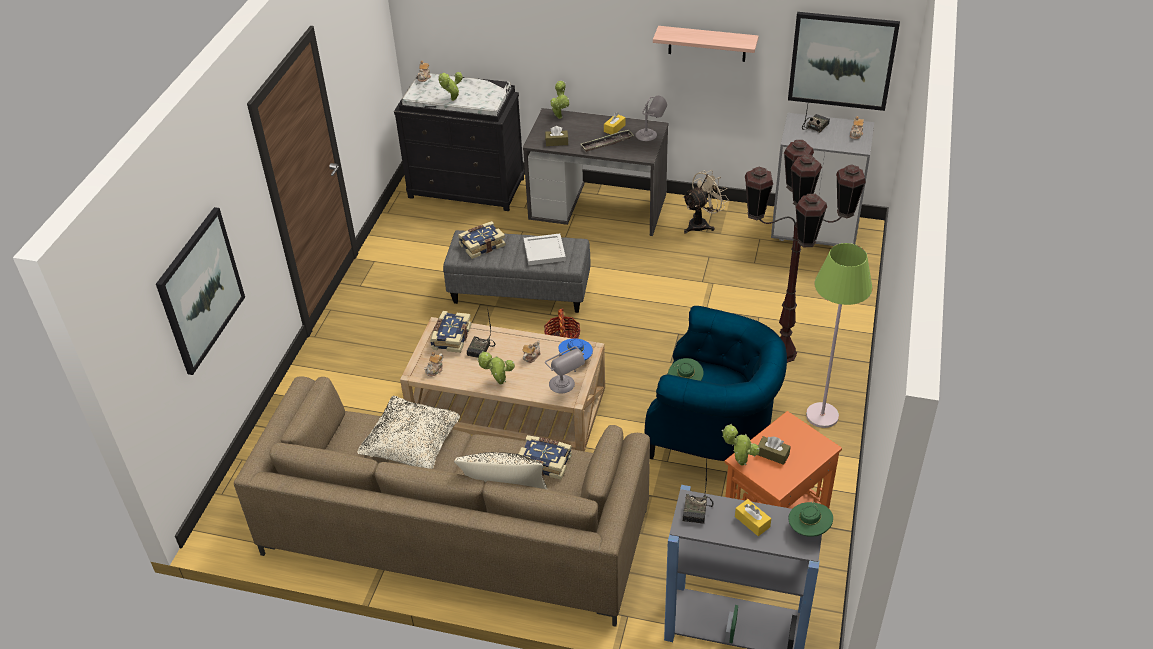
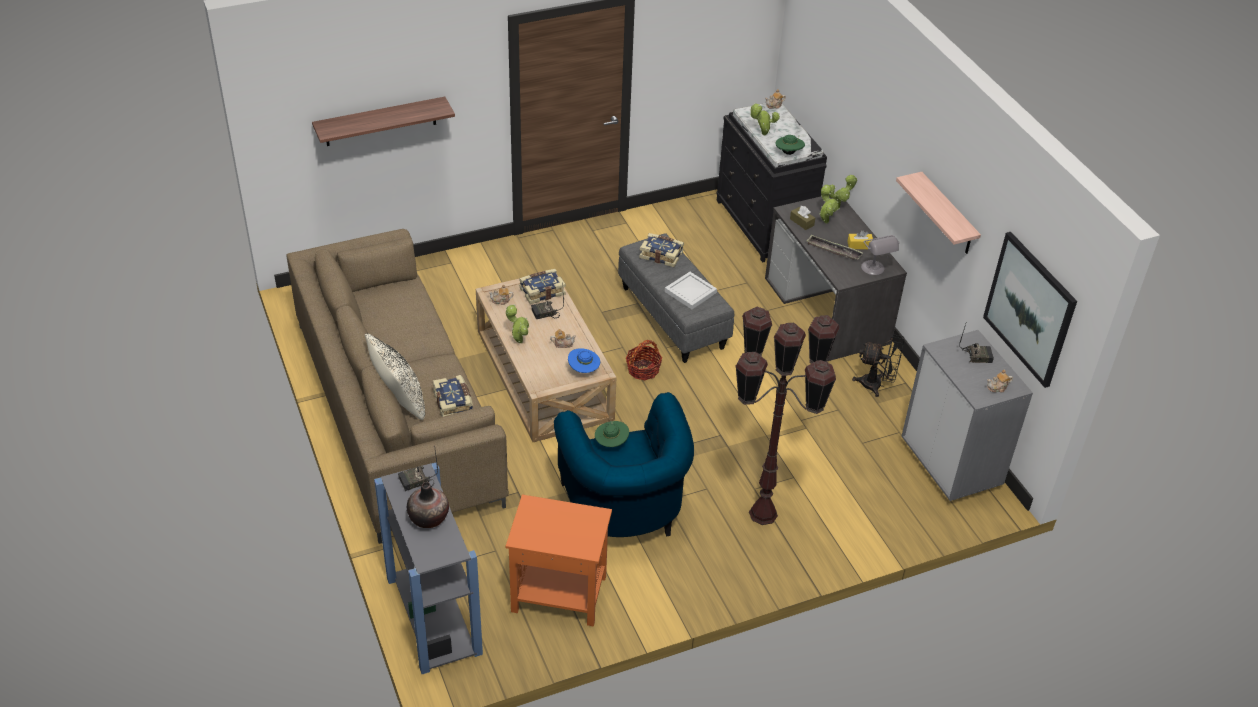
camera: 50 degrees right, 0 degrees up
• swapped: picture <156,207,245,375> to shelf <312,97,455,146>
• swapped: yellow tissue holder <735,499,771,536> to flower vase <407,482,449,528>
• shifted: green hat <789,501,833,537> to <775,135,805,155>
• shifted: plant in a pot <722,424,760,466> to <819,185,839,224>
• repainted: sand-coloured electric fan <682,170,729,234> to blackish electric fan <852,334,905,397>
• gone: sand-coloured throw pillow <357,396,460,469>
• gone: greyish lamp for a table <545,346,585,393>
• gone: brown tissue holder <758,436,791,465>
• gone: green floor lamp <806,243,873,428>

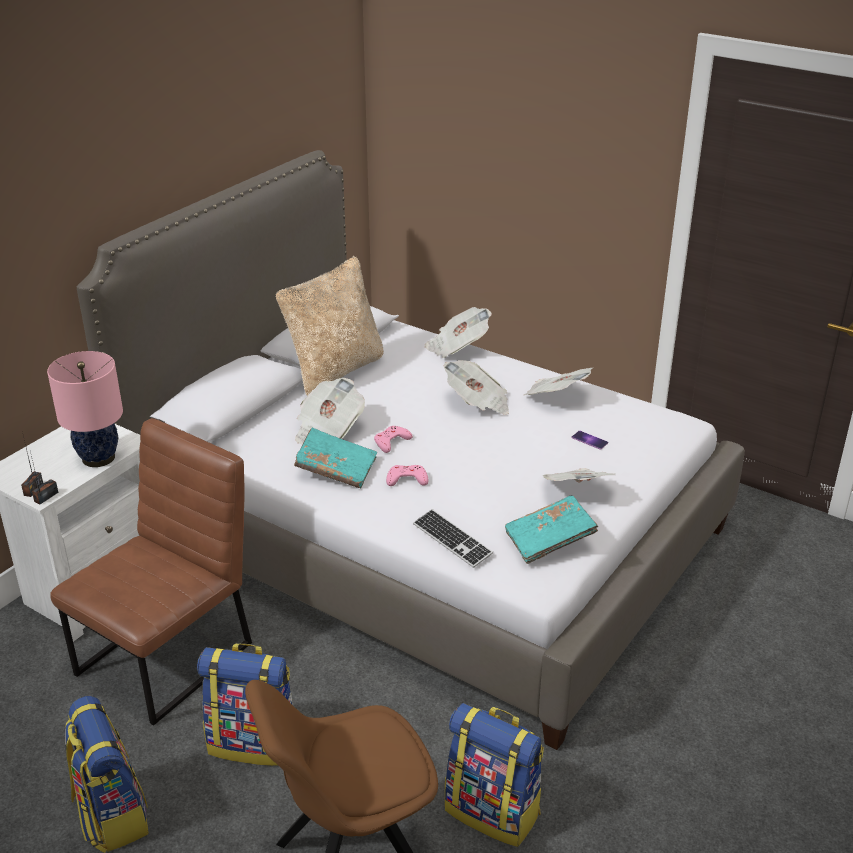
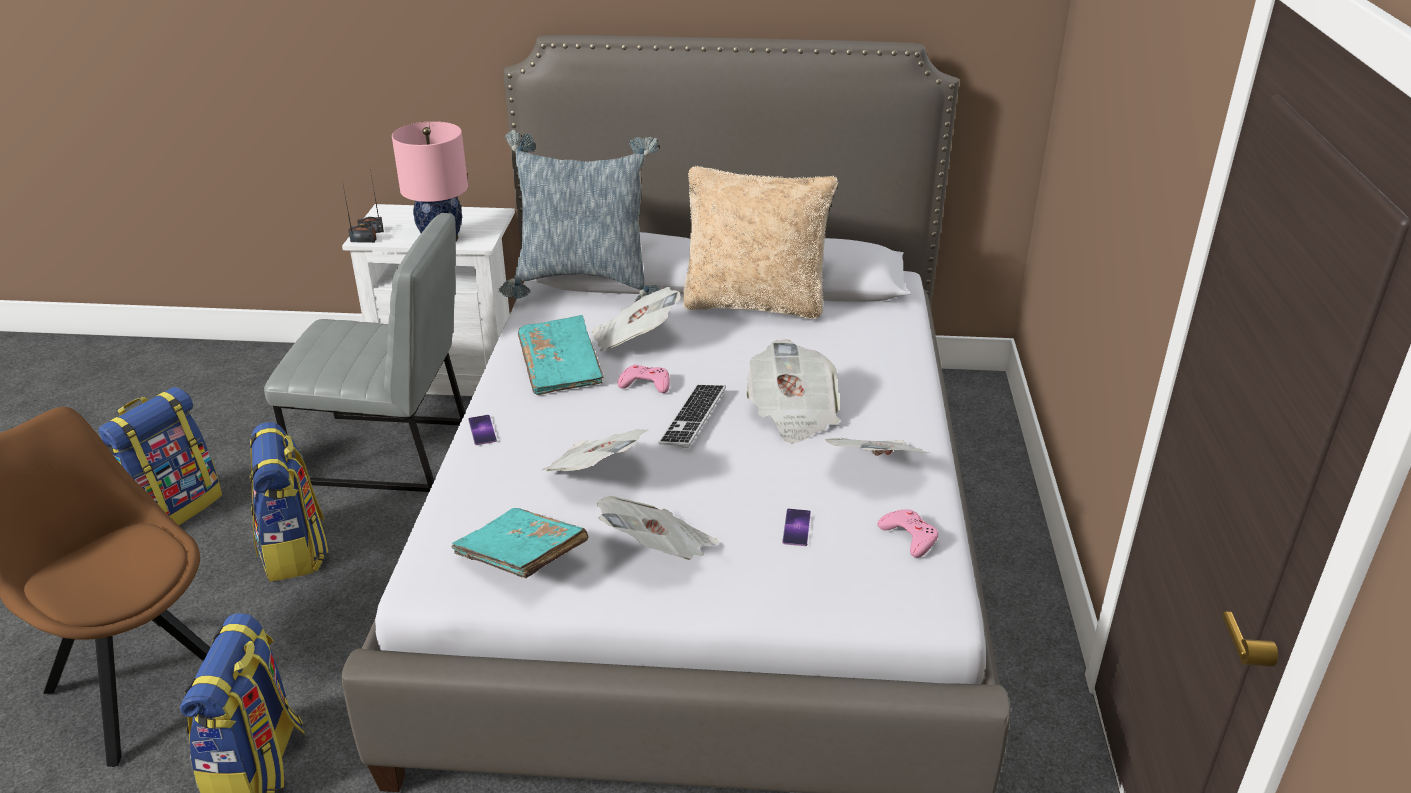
camera: 60 degrees right, 0 degrees up
• repainted: brown upright chair <50,418,252,726> to greyish upright chair <264,213,465,492>
• new: phone <468,415,497,445>
• new: throw pillow <499,130,660,302>
• shifted: printed paper <425,307,492,358> to <542,429,649,471>
• shifted: computer keyboard <413,509,493,568> to <658,385,726,448>
• shifted: pinkish joypad <386,465,428,486> to <878,509,939,558>

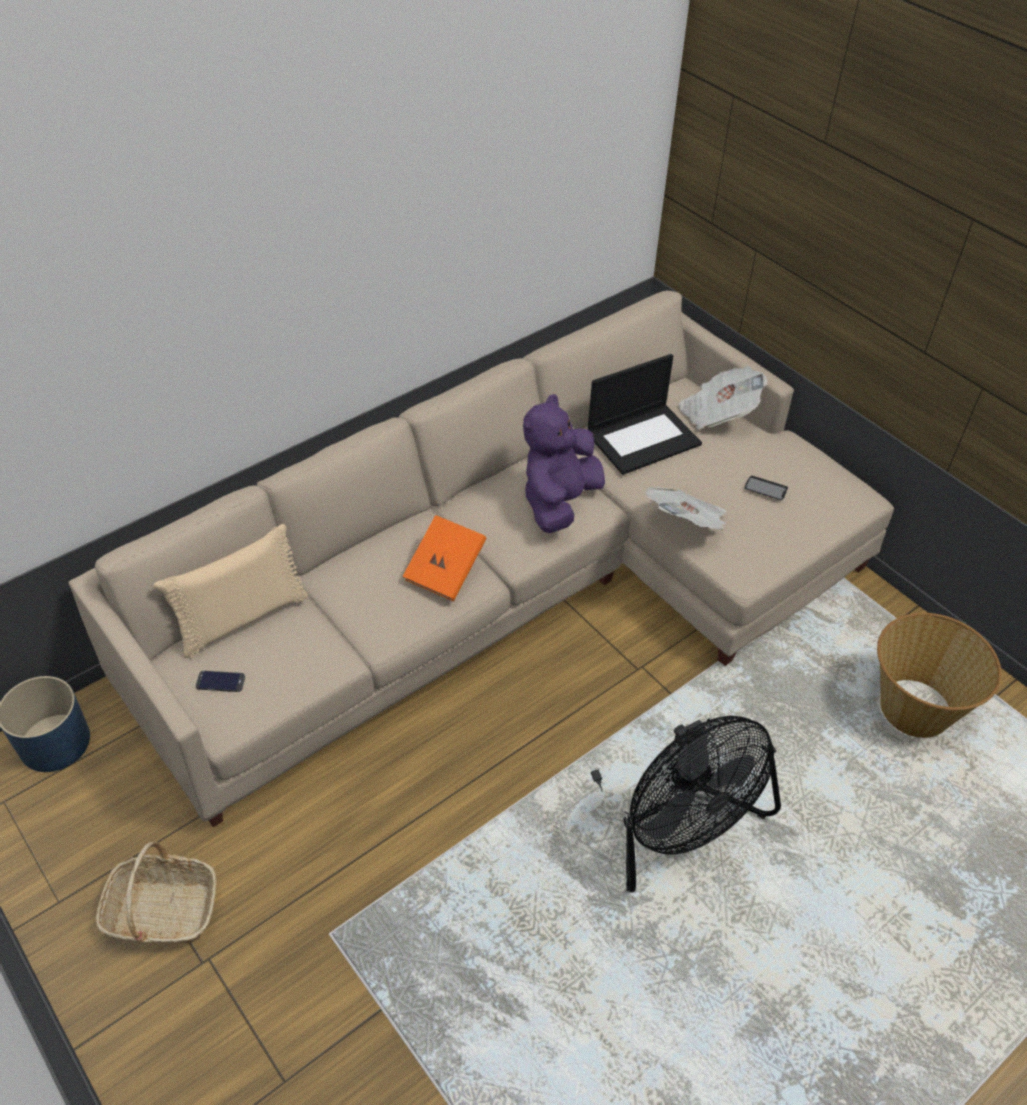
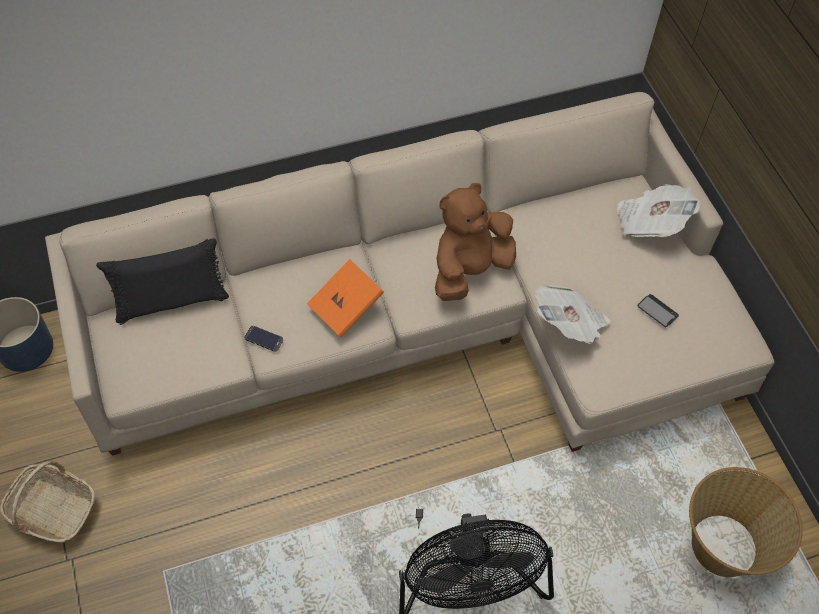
camera: 20 degrees right, 10 degrees up
• repainted: sand-coloured throw pillow <153,524,308,659> to blackish throw pillow <96,238,229,325>
• shifted: phone <196,671,245,692> to <244,326,283,351>
• repainted: purplish cuddly toy <523,394,605,533> to brown cuddly toy <435,183,516,301>
• gone: portable computer <588,354,702,475>

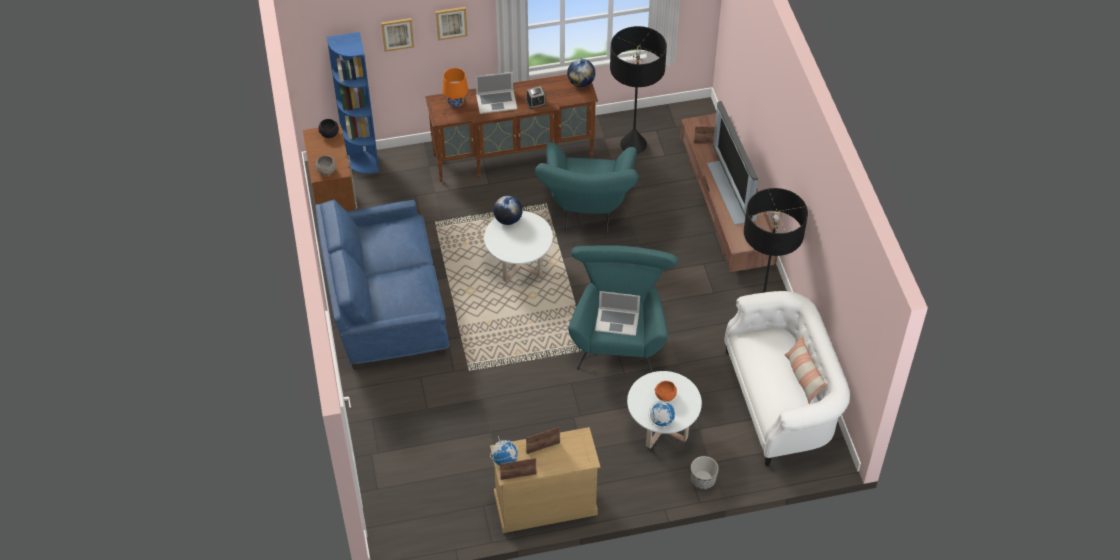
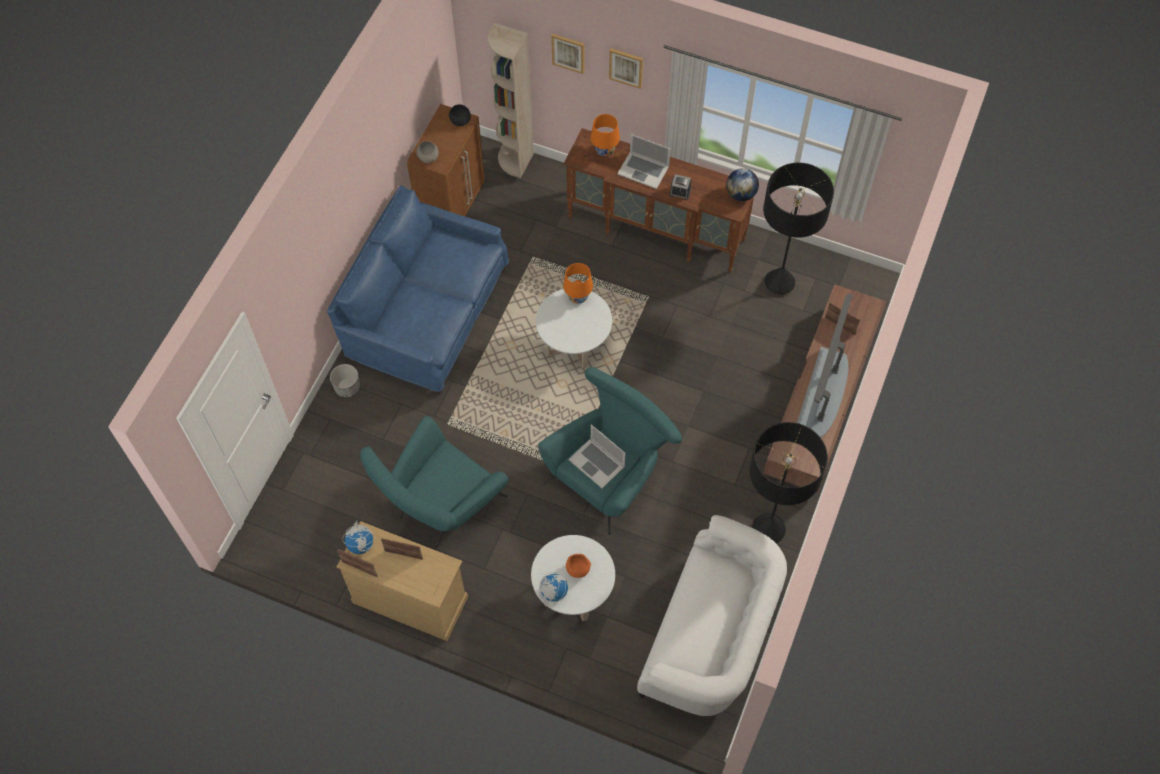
camera: 35 degrees right, 10 degrees up
• shifted: plant pot <691,456,719,490> to <330,364,360,398>
• shifted: blue-green easy chair <535,142,638,235> to <360,416,508,548>
• repainted: blue-coloured bookshelf <327,32,379,174> to sand-coloured bookshelf <488,23,534,178>
• swapped: desk globe <493,196,523,225> to orangey lamp for a table <563,263,593,304>
• gone: throw pillow <784,335,827,404>

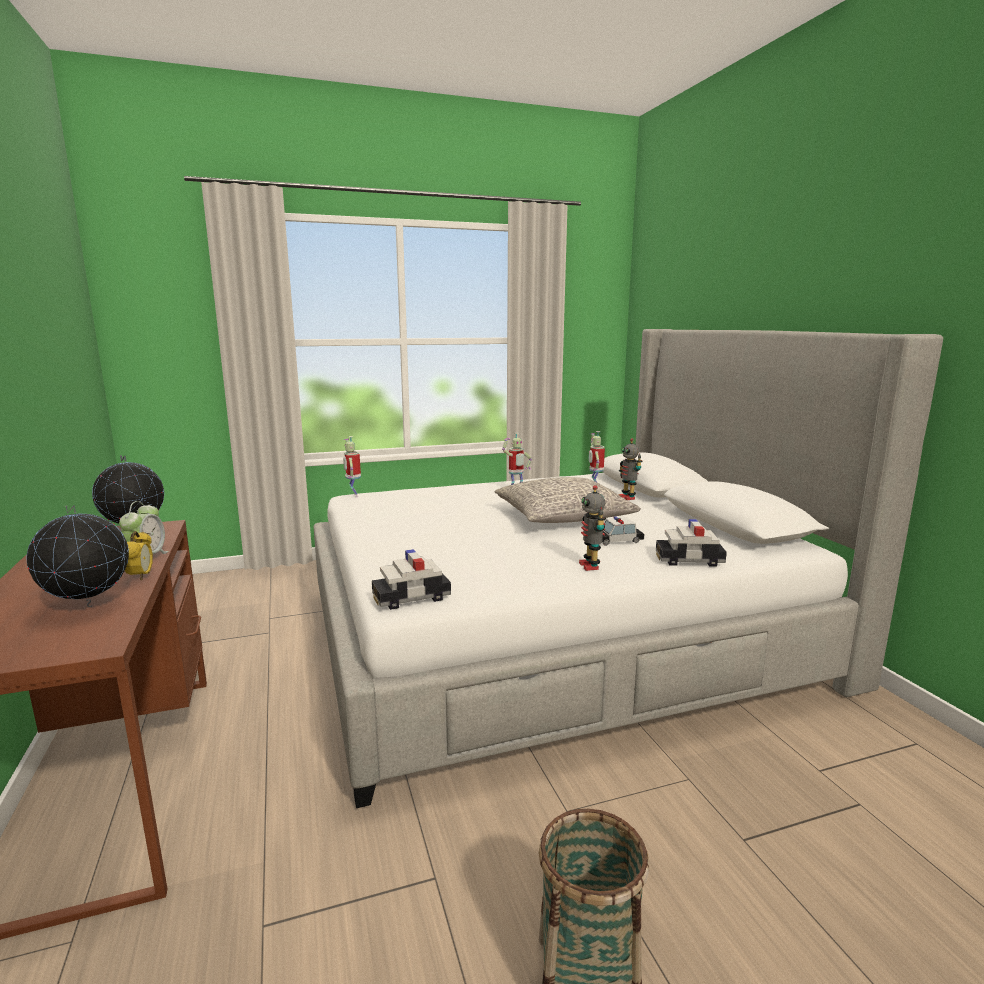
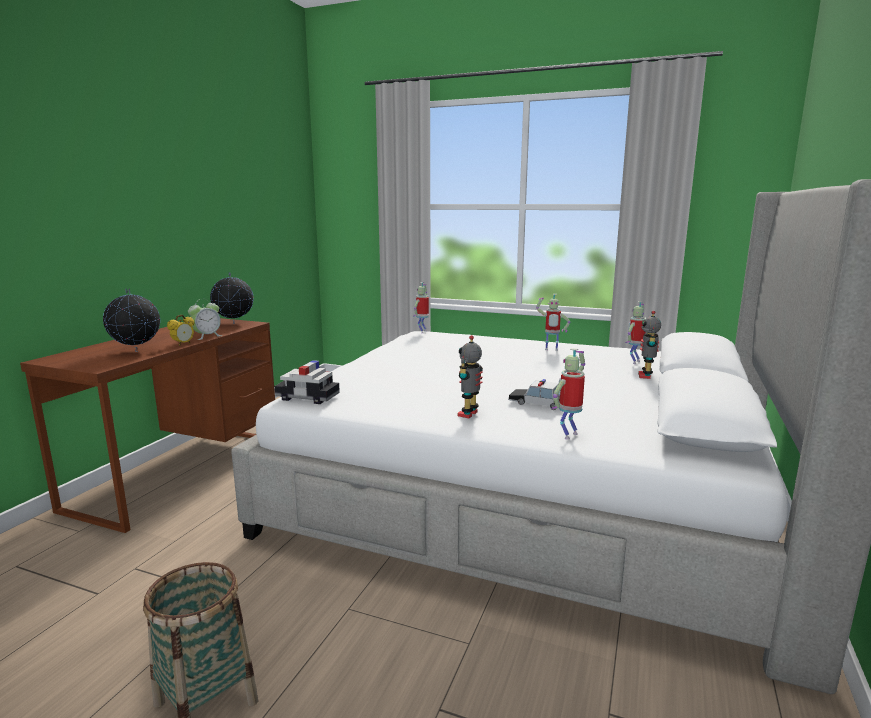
camera: 40 degrees right, 0 degrees up
• swapped: model car <656,519,727,567> to robot figure <552,348,585,440>
• gone: greyish throw pillow <494,477,641,523>

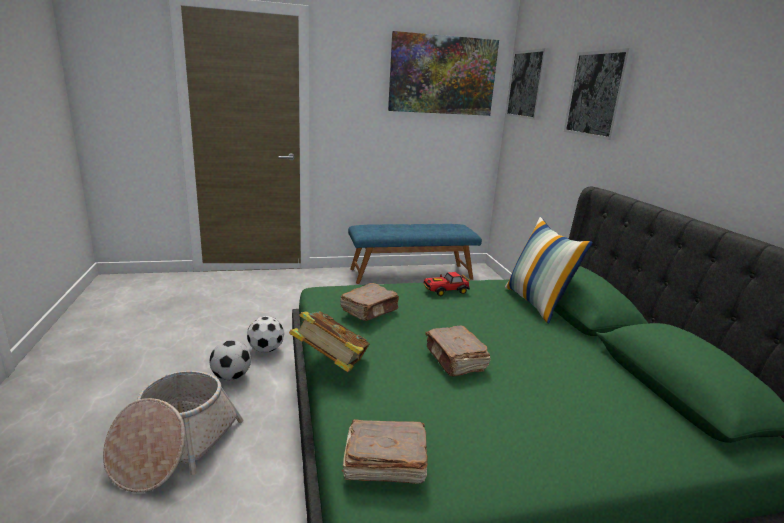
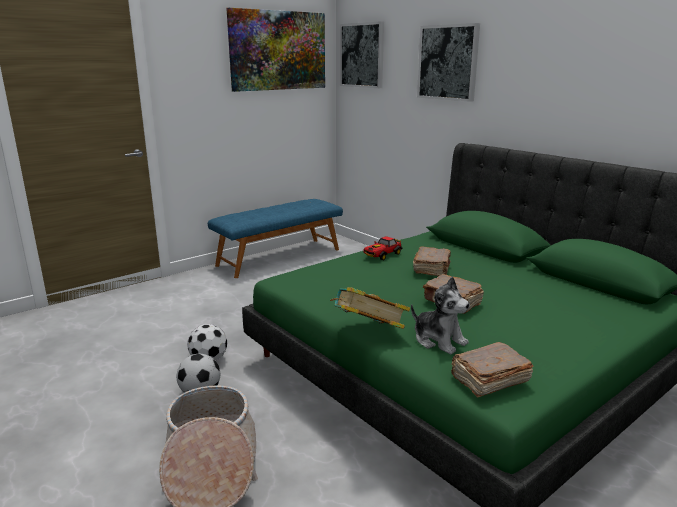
camera: 25 degrees left, 0 degrees up
• new: cuddly toy <411,276,470,354>
• shifted: brown volume <340,283,399,321> to <413,246,451,276>
• gone: throw pillow <505,217,593,324>

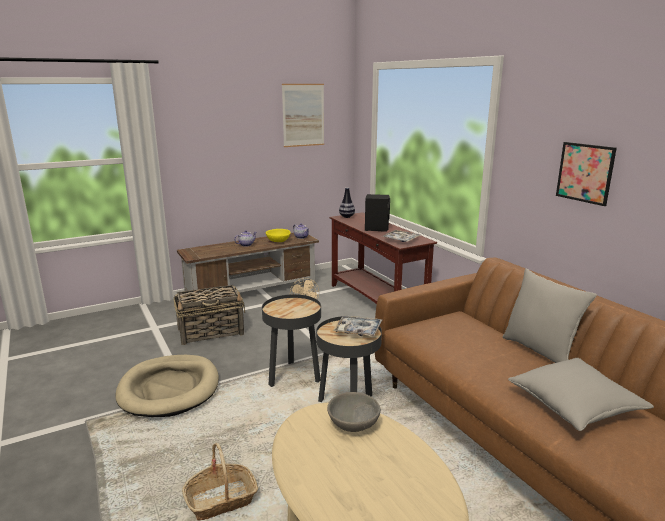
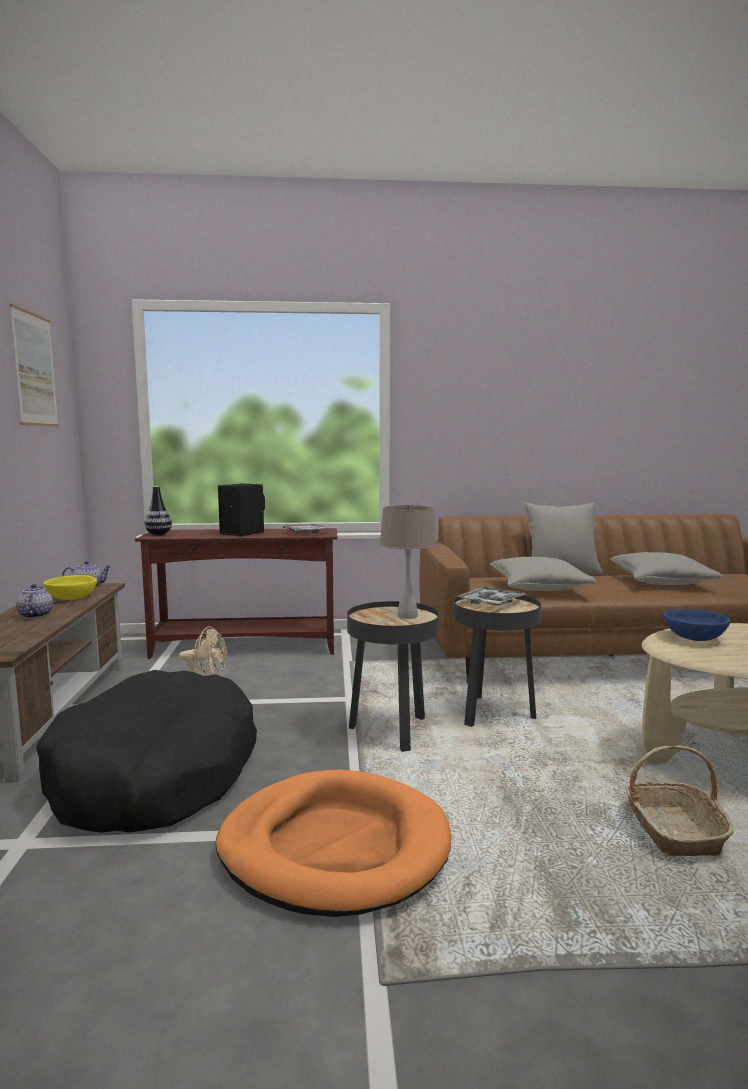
camera: 65 degrees left, 10 degrees down
• swapped: household basket <174,285,245,345> to blackish dog bed <36,670,257,833>
• repainted: sand-coloured dog bed <116,355,219,417> to orangey dog bed <216,769,451,917>
• new: sand-coloured lamp for a table <380,504,437,619>
• new: greyish throw pillow <490,557,597,591>
• repainted: greyish serving bowl <327,392,381,432> to blue-coloured serving bowl <664,609,730,641>
• gone: picture <556,142,617,206>

